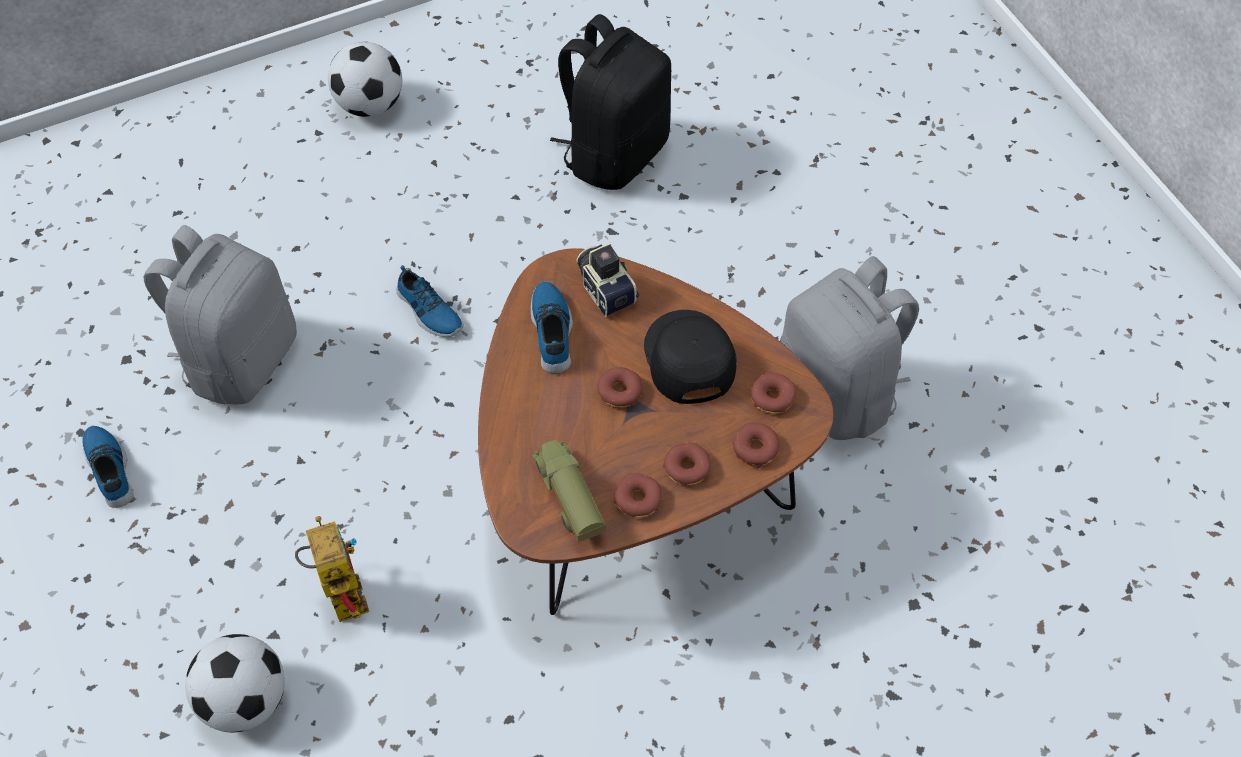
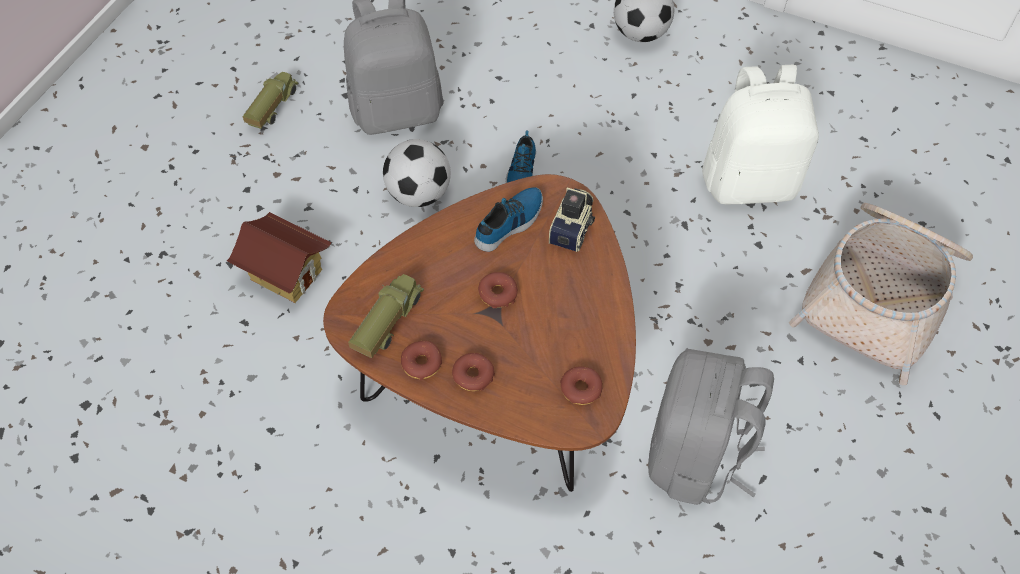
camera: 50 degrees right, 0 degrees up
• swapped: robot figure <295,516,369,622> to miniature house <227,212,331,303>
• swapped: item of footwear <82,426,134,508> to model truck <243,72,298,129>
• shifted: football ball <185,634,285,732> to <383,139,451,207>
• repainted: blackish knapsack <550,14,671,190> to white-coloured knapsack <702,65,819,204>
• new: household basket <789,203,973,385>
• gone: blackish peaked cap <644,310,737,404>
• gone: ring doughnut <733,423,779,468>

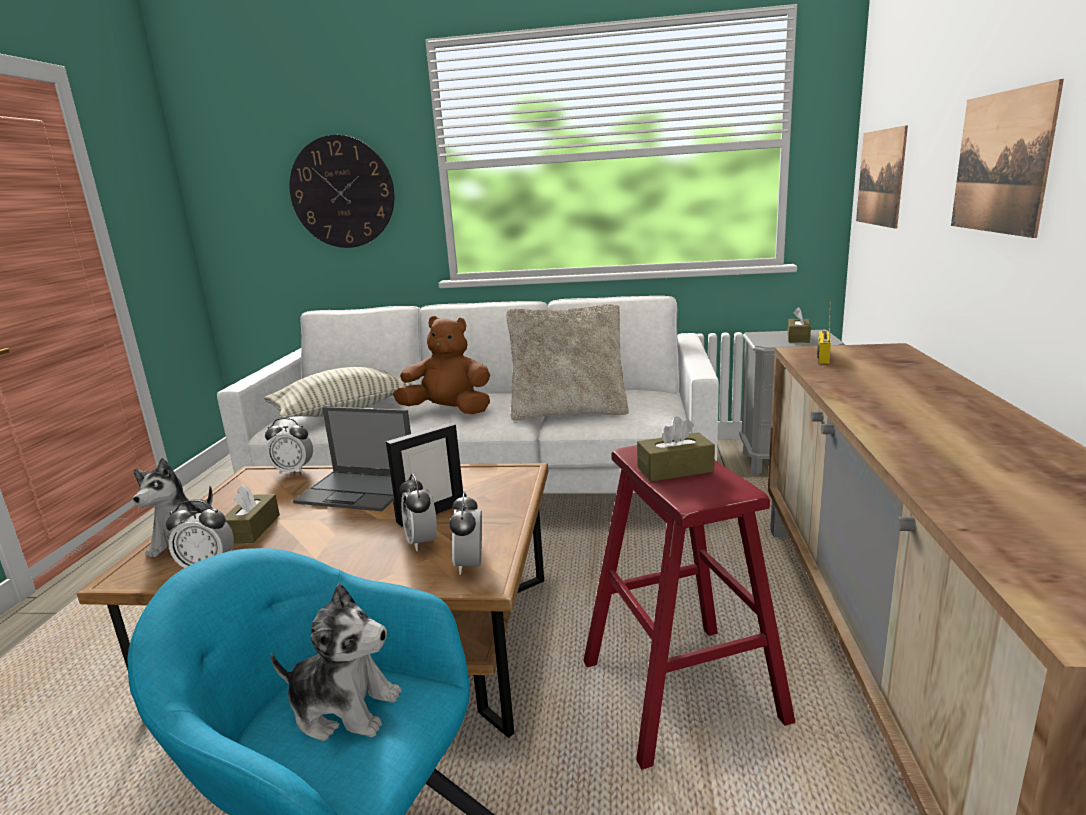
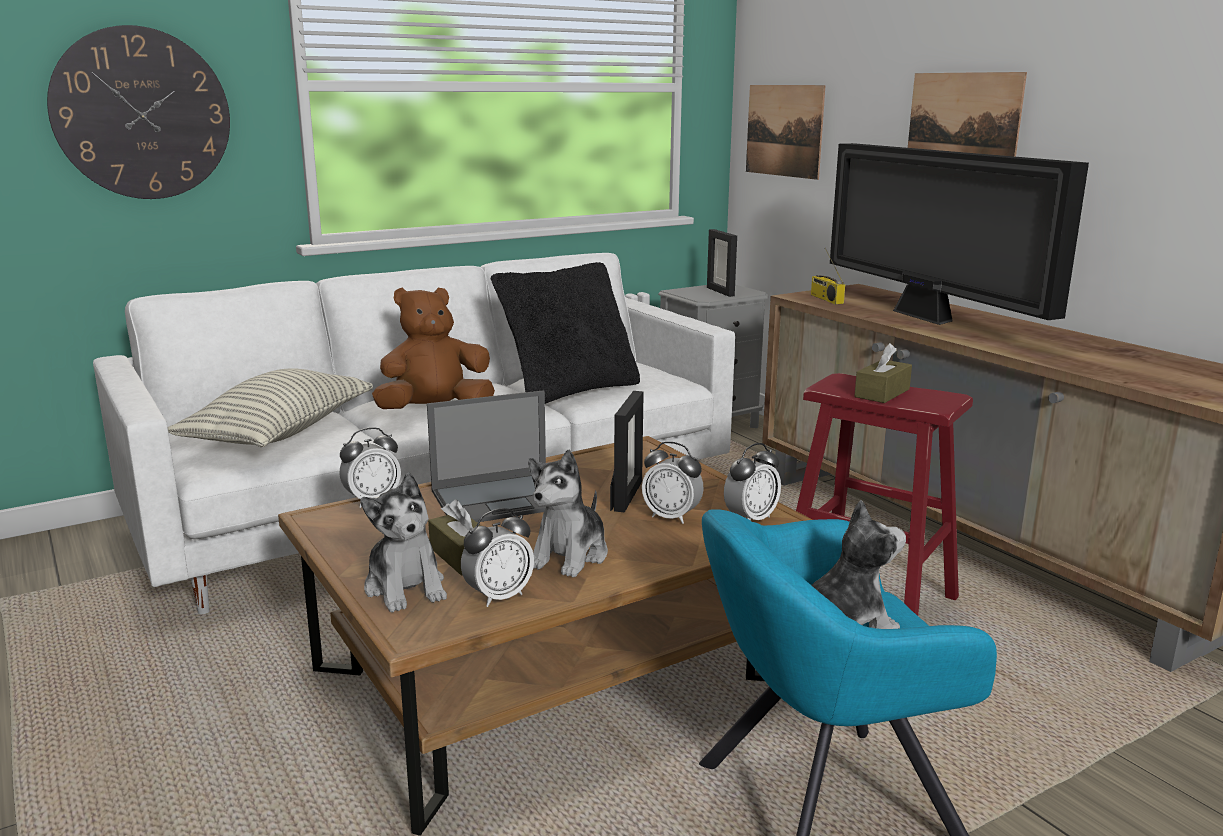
camera: 40 degrees left, 0 degrees up
• repainted: sand-coloured throw pillow <506,304,629,421> to blackish throw pillow <491,262,640,404>
• new: cuddly toy <528,449,608,577>
• swapped: brown tissue holder <788,307,811,343> to photo frame <707,229,737,297>
• rotated: bedside clock <449,491,482,575> = <724,443,781,521> 90 degrees counterclockwise
• new: TV <830,143,1089,325>

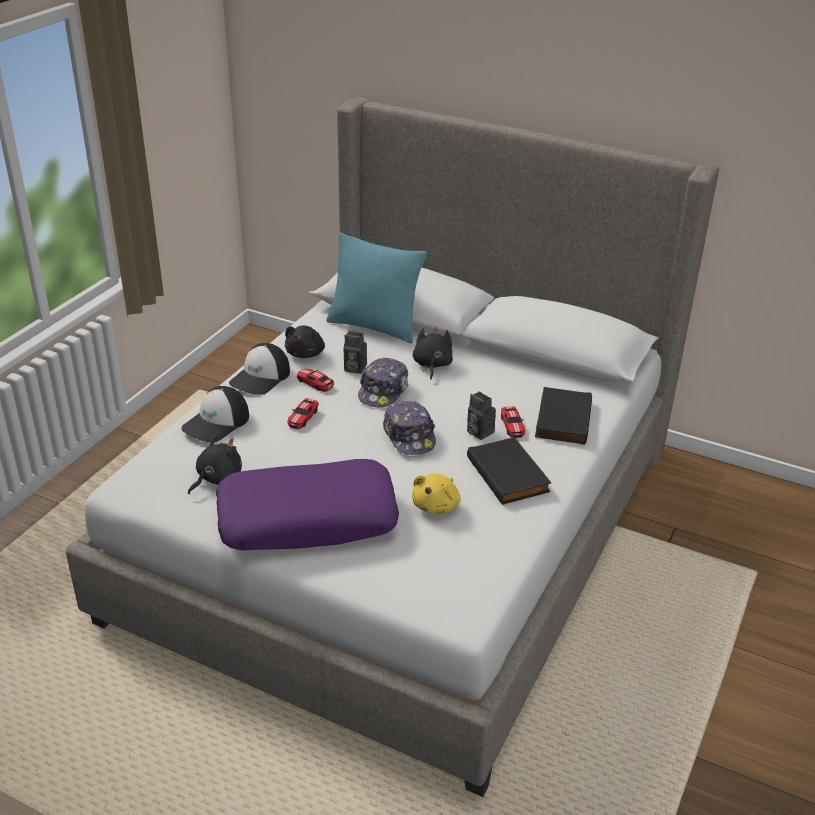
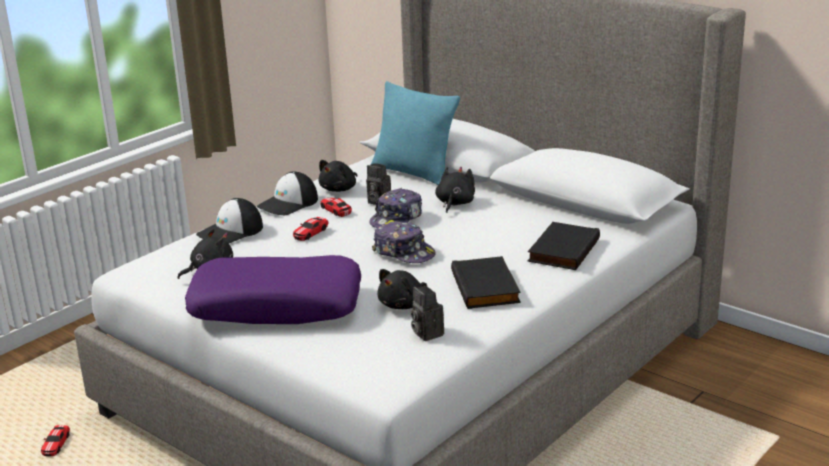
camera: 15 degrees right, 10 degrees down
• shifted: model car <501,406,525,438> to <41,425,70,457>
• rotated: peaked cap <383,401,436,455> = <372,221,436,263> 45 degrees counterclockwise
• repainted: yellow cuddly toy <412,473,461,514> to blackish cuddly toy <377,269,427,309>
• shifted: photo camera <467,391,496,440> to <411,286,444,341>

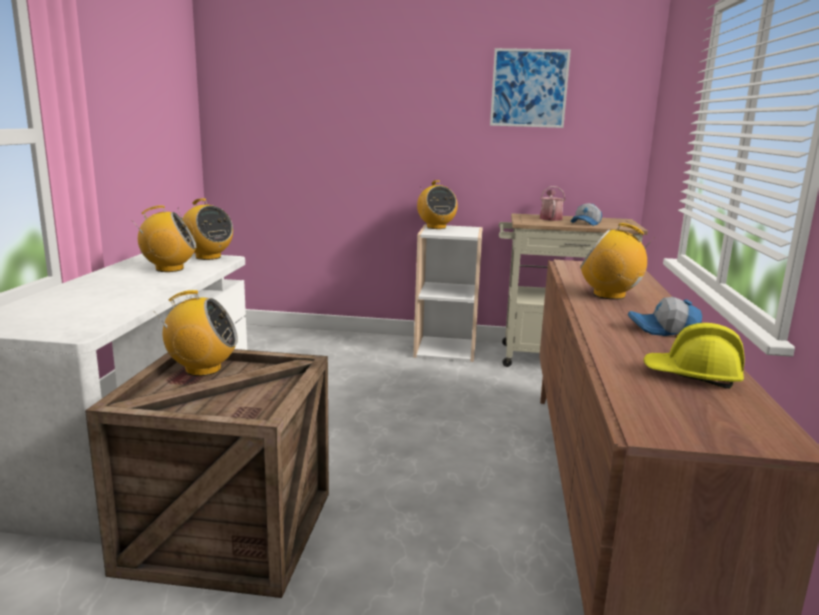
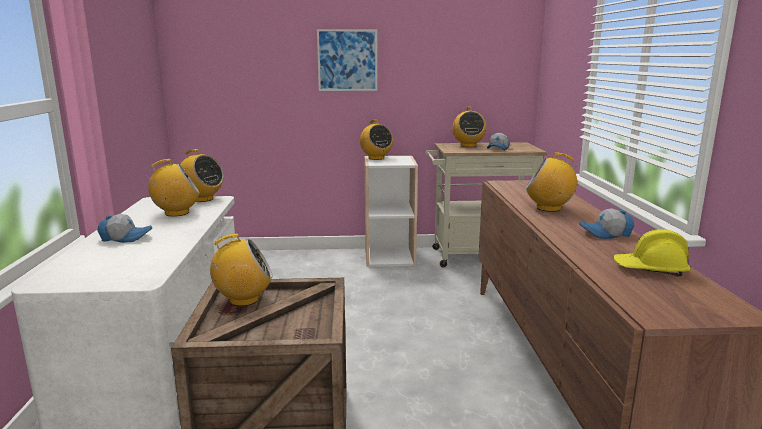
camera: 10 degrees left, 0 degrees up
• new: peaked cap <97,214,153,243>
• shifted: picture <490,48,571,128> to <317,29,377,91>
• swapped: watering pot <540,186,565,221> to radio set <452,107,486,147>

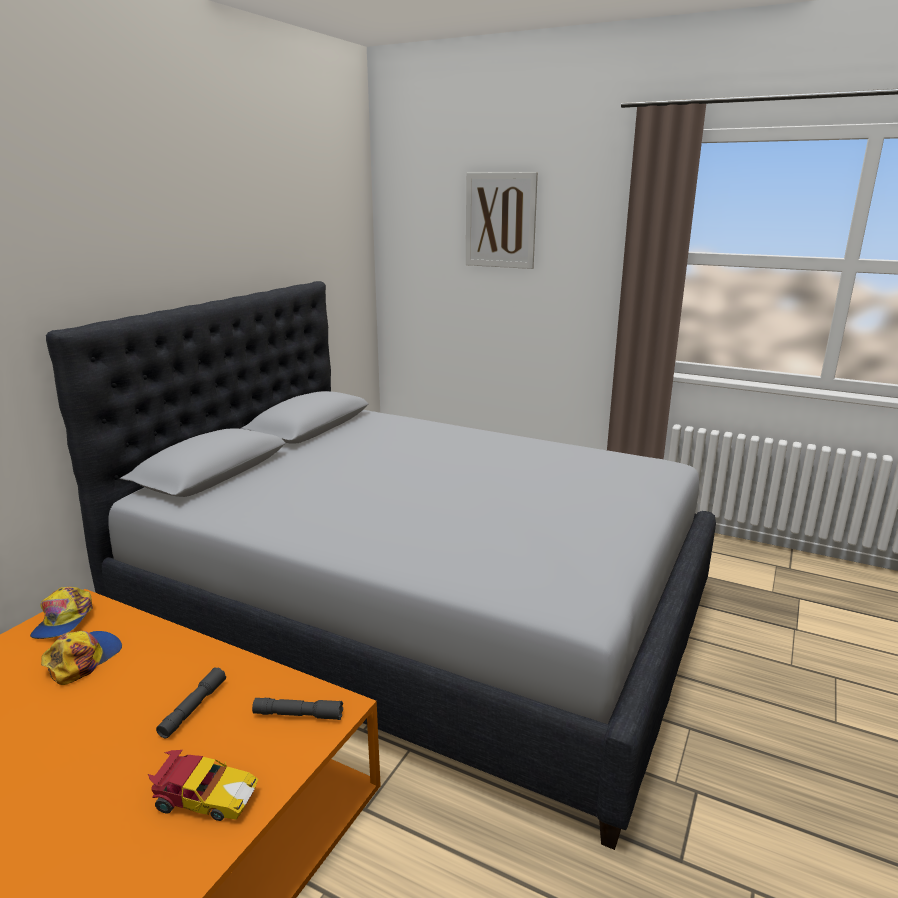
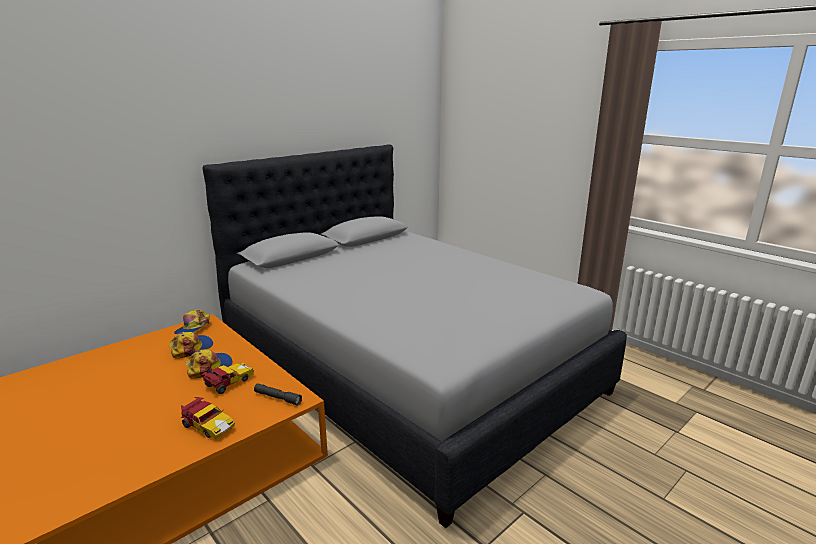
camera: 20 degrees right, 0 degrees up
• new: peaked cap <185,349,233,379>
• swapped: greyish hand torch <156,667,226,738> to model car <201,362,254,394>
• gone: picture <466,172,538,269>

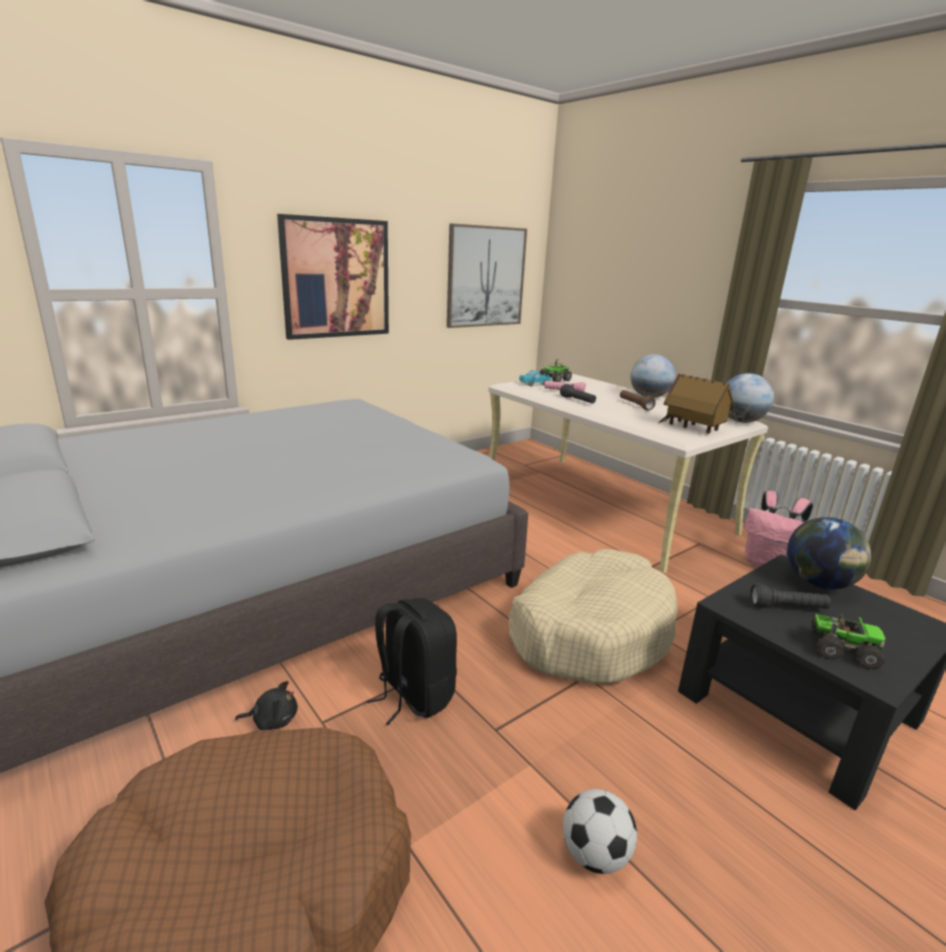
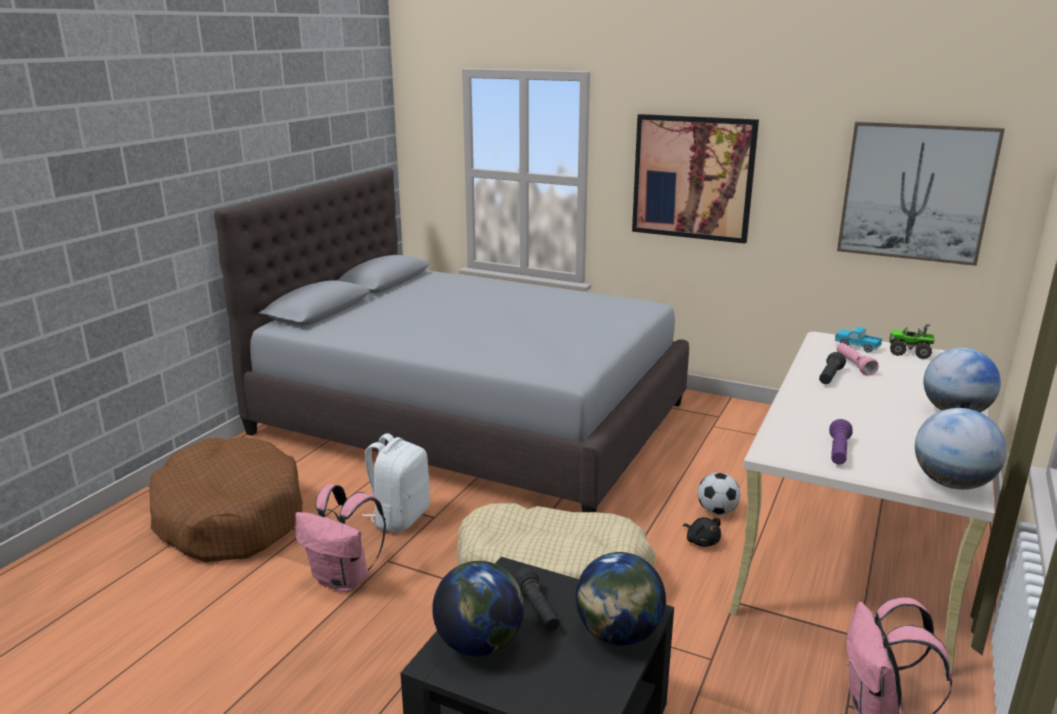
camera: 65 degrees right, 0 degrees up
• new: pinkish knapsack <295,484,386,592>
• repainted: blackish knapsack <366,598,457,725> to white-coloured knapsack <362,433,430,533>
• swapped: model truck <811,613,885,669> to desk globe <432,561,524,656>
• shifted: blackish cuddly toy <235,681,298,730> to <683,517,721,547>
• shifted: football ball <563,789,637,874> to <698,472,741,515>
• swapped: miniature house <658,374,733,434> to purplish hand torch <829,419,853,464>
• gone: brown hand torch <620,390,655,411>

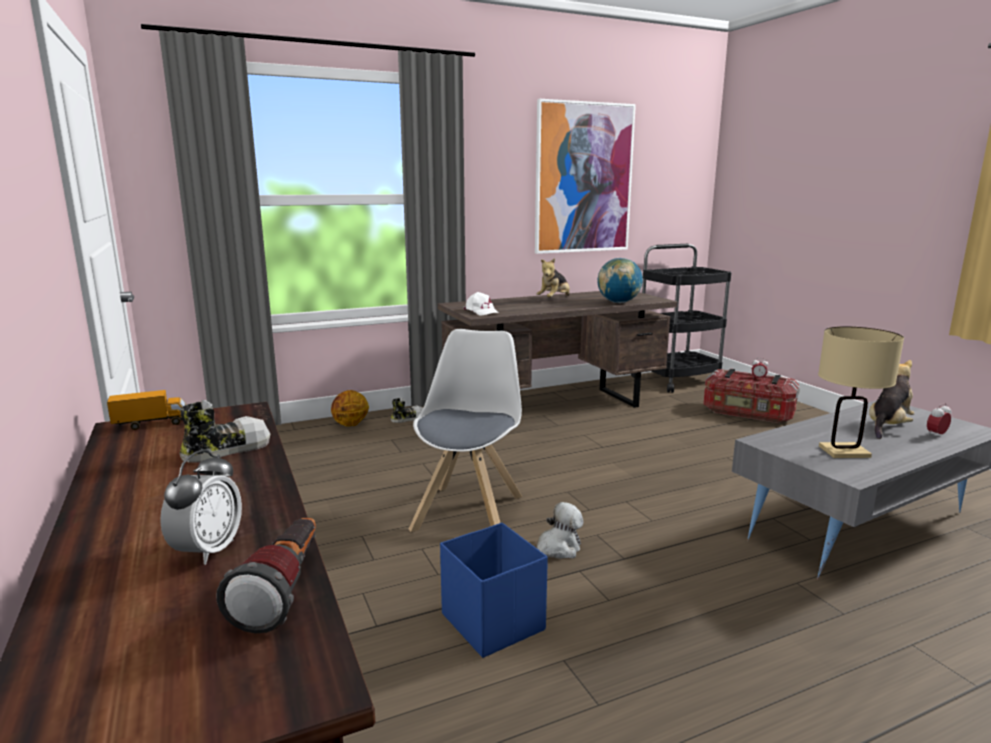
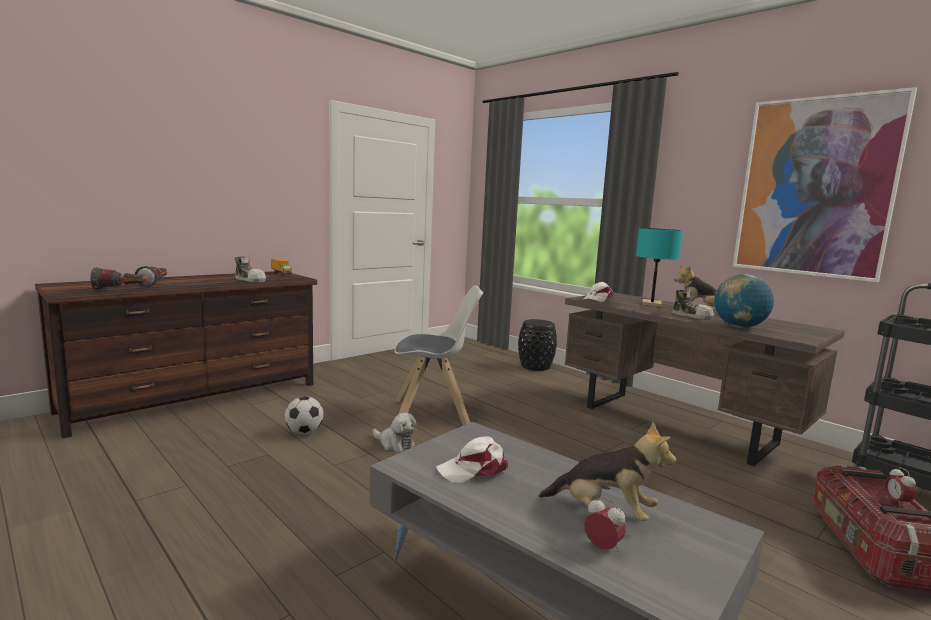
camera: 70 degrees right, 5 degrees down
• swapped: bedside clock <160,449,242,565> to hand torch <135,266,167,287>
• swapped: blue-coloured storage bin <440,523,548,658> to football ball <285,396,324,434>
• swapped: sand-coloured lamp for a table <818,326,904,458> to white-coloured peaked cap <436,436,508,483>
• swapped: basketball ball <331,390,369,427> to blackish stool seat <518,319,557,371>
• new: blue-green lamp for a table <636,228,683,307>
• shifted: item of footwear <390,397,423,423> to <672,290,714,320>

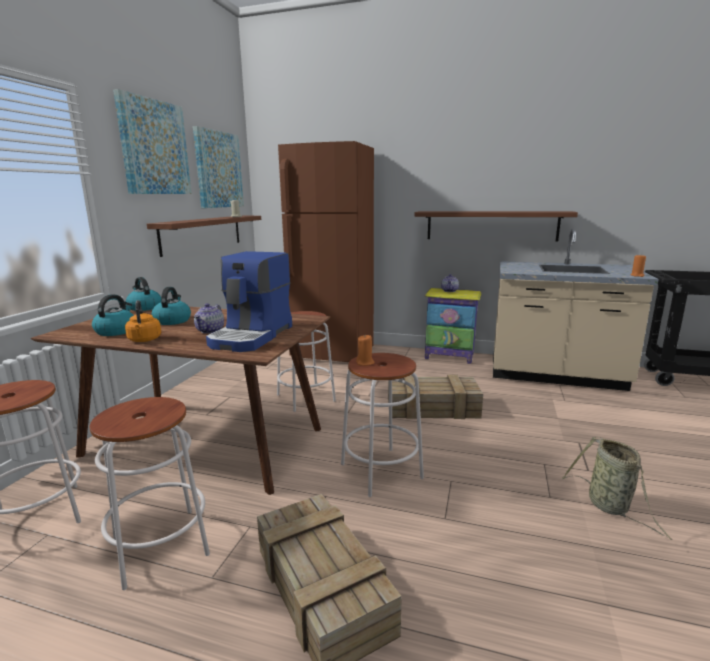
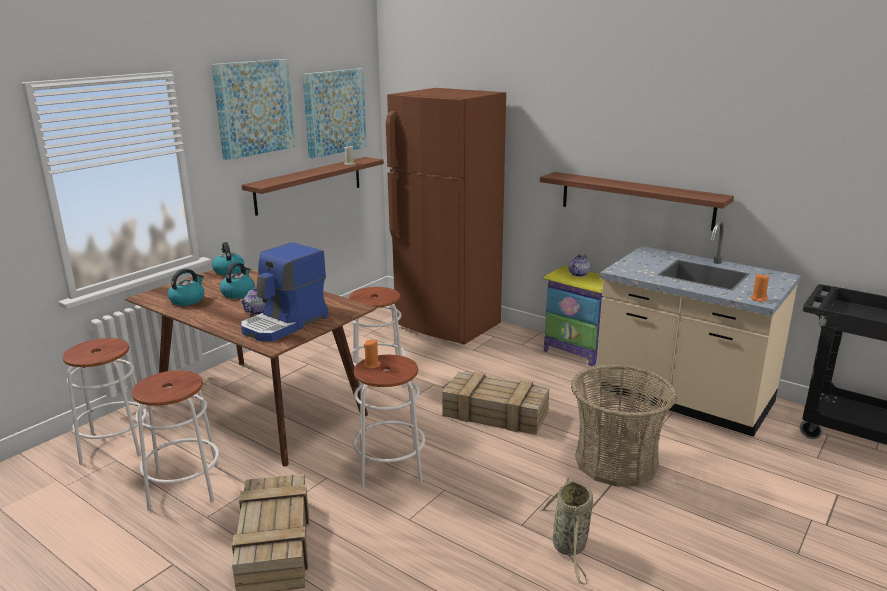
camera: 20 degrees right, 5 degrees up
• new: household basket <571,364,677,487>
• gone: orangey kettle <125,300,161,342>

